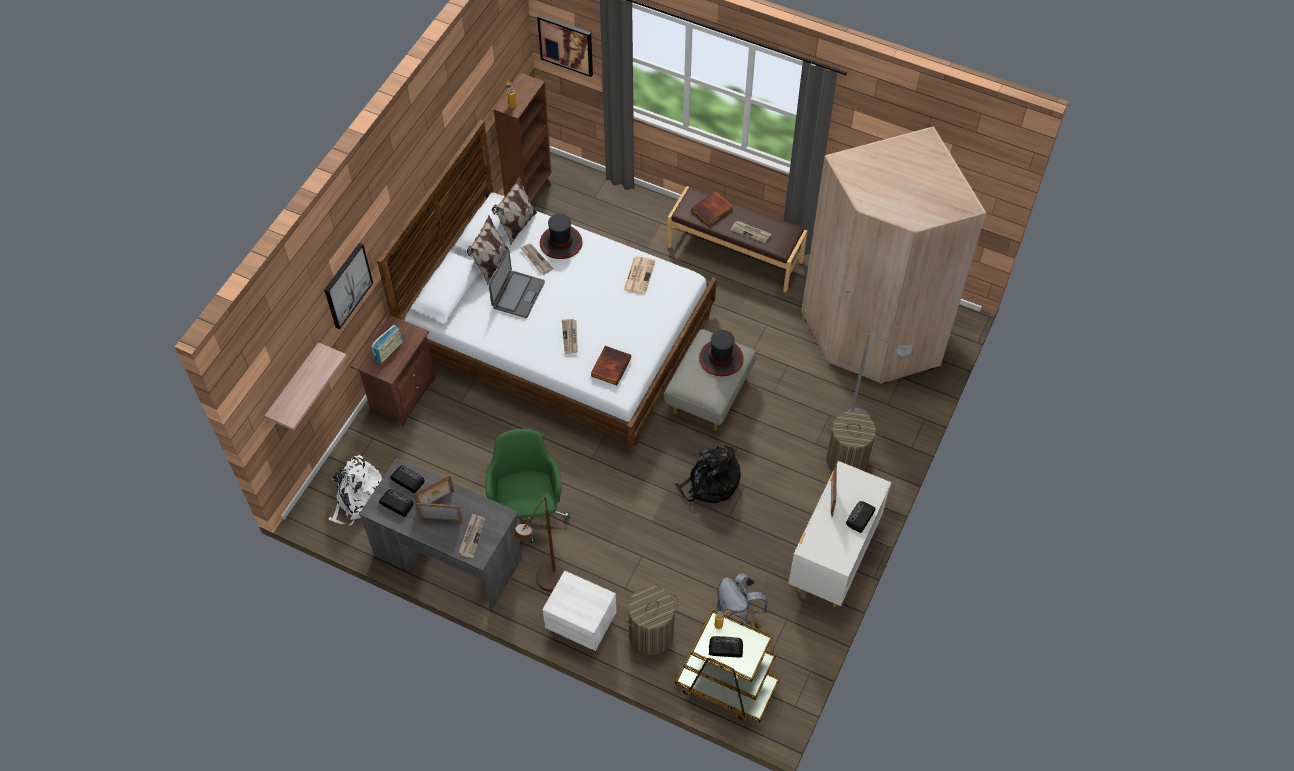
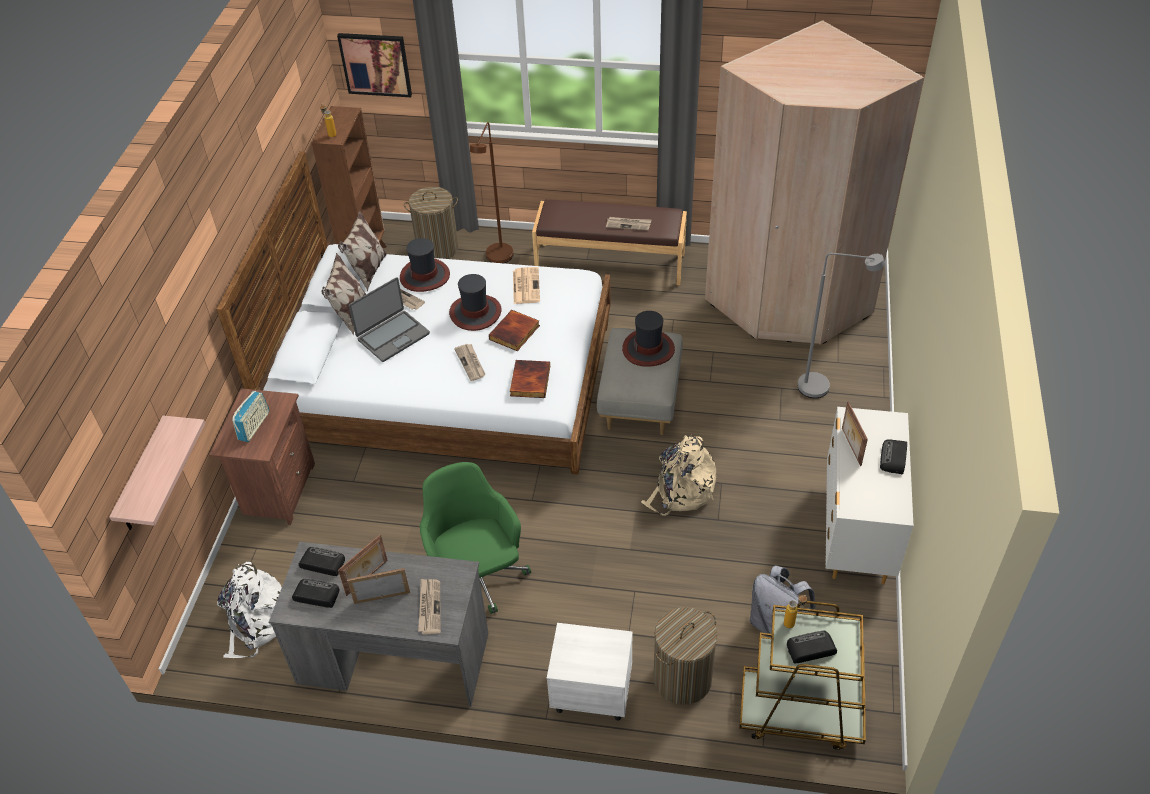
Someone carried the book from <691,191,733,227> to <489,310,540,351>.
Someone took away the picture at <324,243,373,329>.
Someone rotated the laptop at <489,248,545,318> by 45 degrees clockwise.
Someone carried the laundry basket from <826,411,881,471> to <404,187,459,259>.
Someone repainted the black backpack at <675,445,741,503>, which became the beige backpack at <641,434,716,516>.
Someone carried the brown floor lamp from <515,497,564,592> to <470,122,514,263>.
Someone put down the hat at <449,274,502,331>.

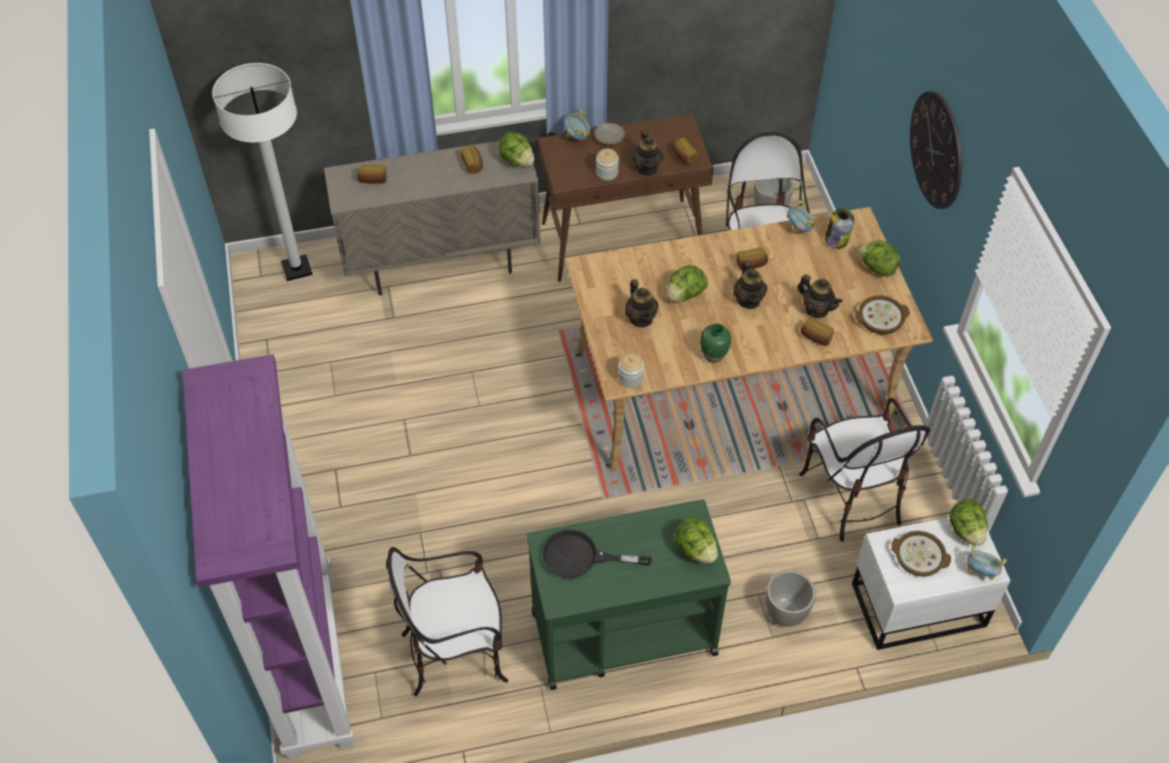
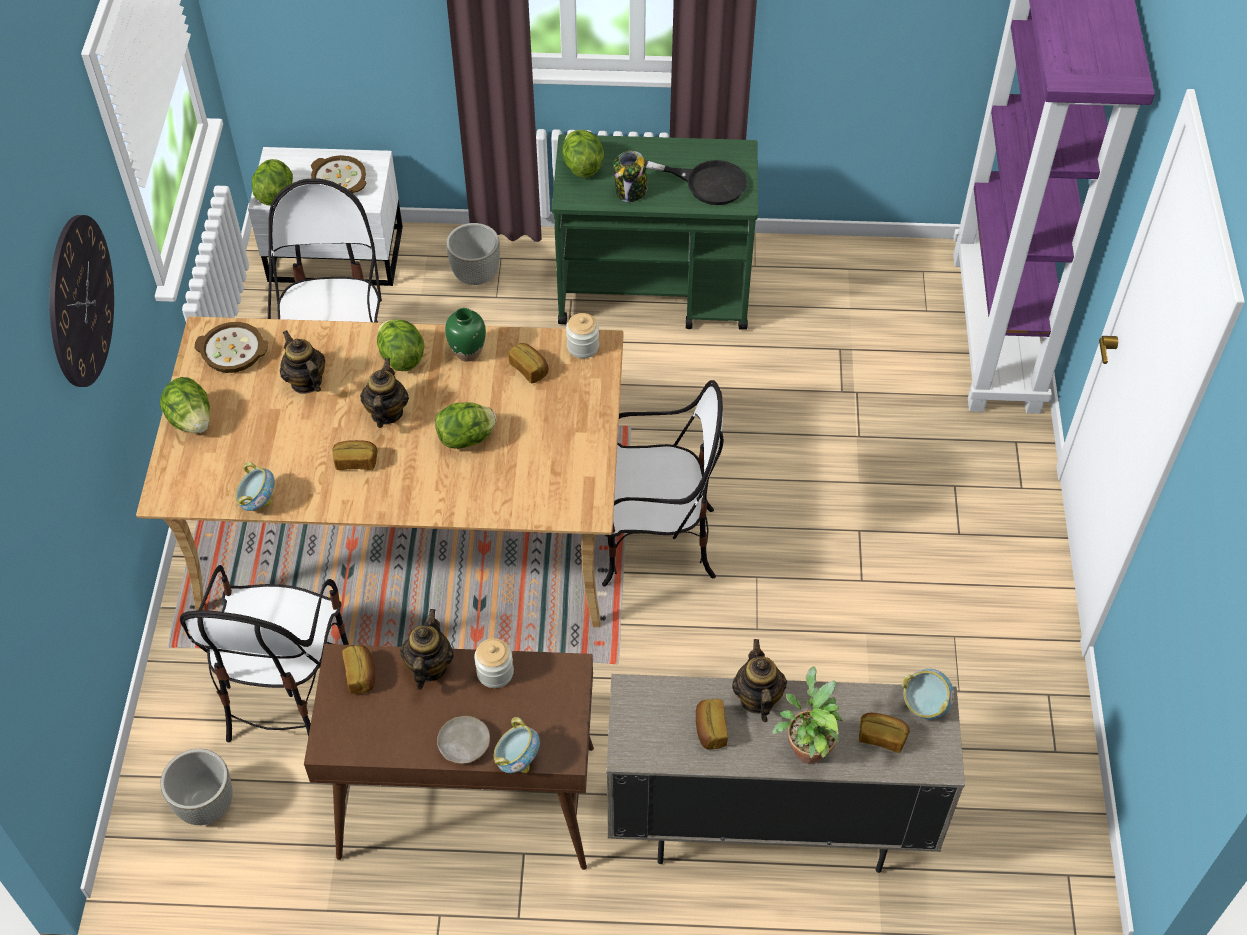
Someone took away the white floor lamp at <212,63,313,281>.
Someone carried the lettuce from <498,132,535,167> to <377,319,424,371>.
Someone carried the jar from <825,209,854,249> to <613,151,647,202>.
Someone carried the teapot from <625,279,659,327> to <732,639,787,722>.
Someone carried the bread from <801,317,834,346> to <508,343,549,383>.
Someone carried the bowl from <967,545,1007,580> to <901,669,954,720>.
Someone carried the chair from <386,547,508,696> to <602,380,724,586>.
Someone put down the potted plant at <772,666,843,764>.

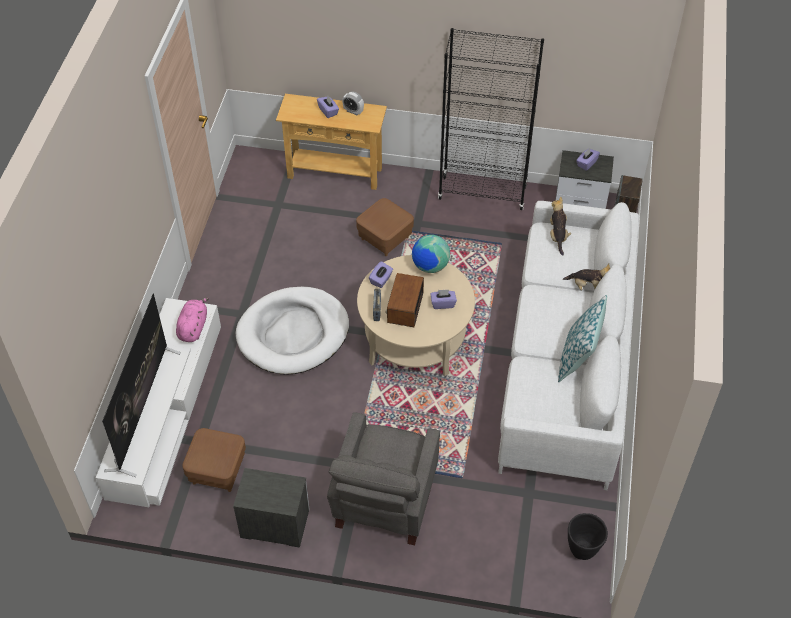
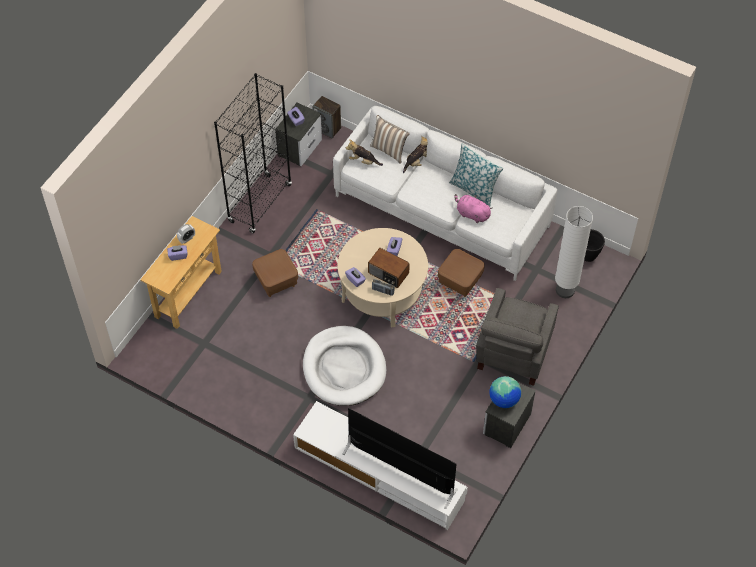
Someone carried the globe from <412,235,450,273> to <489,376,521,408>.
Someone carried the pink plush toy from <176,297,209,342> to <455,194,493,223>.
Someone rotated the grey armchair at <327,412,440,545> by 75 degrees clockwise.
Someone carried the brown ottoman from <182,428,246,492> to <438,249,485,297>.
Someone put down the pillow at <370,115,410,164>.
Someone put down the white floor lamp at <555,206,593,298>.

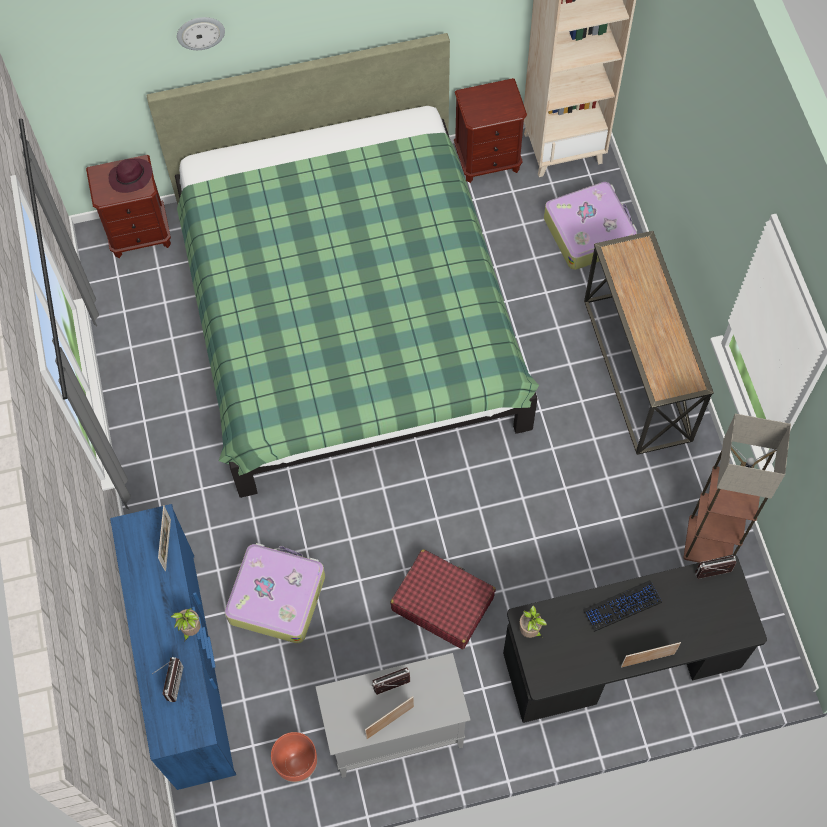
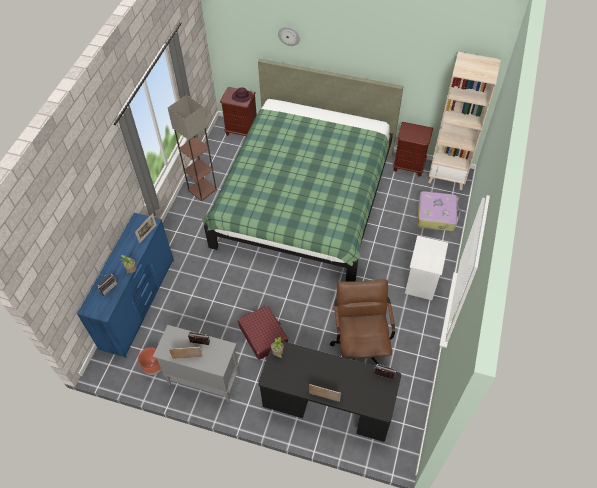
Someone swapped the console table at <584,231,714,455> for the white nightstand at <405,236,448,300>.
Someone carried the floor lamp from <683,413,791,563> to <168,95,217,201>.
Someone took away the suitcase at <225,543,325,644>.
Someone took away the keyboard at <583,580,662,632>.
Someone put down the brown office chair at <330,279,395,364>.

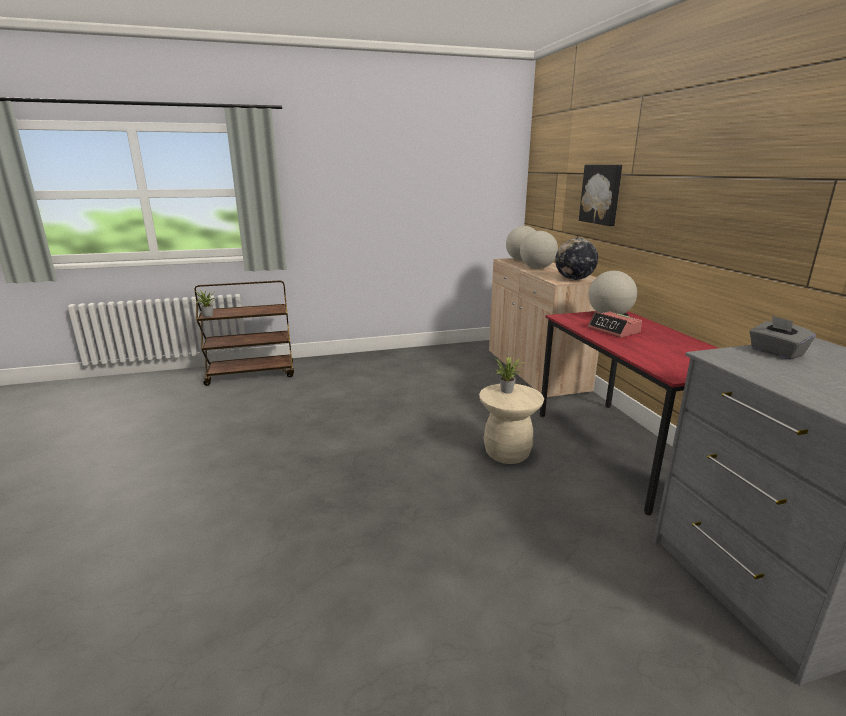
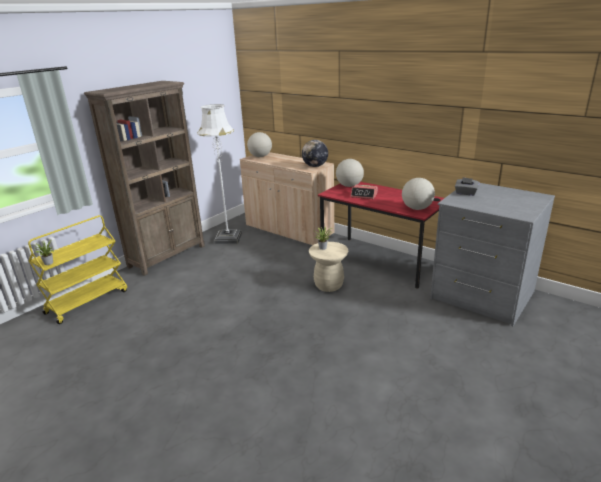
Someone took away the picture at <579,165,622,226>.
Someone carried the globe from <520,231,558,269> to <402,178,435,210>.
Someone repainted the brown cart at <195,280,294,386>, which became the yellow cart at <28,215,127,324>.
Someone put down the brown bookcase at <84,81,205,276>.
Someone put down the white floor lamp at <197,104,242,244>.

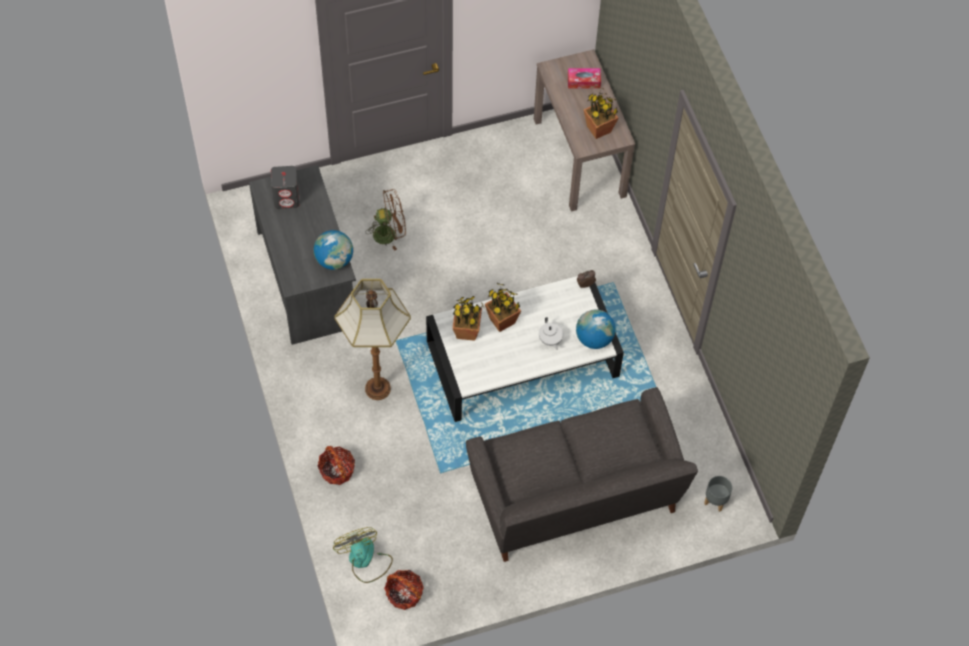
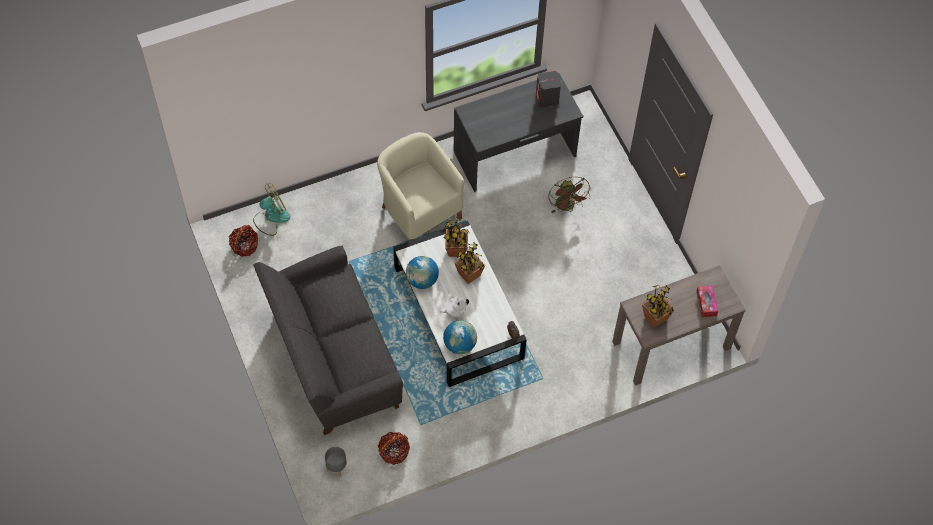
Someone carried the globe from <314,230,353,270> to <406,256,439,289>.
Someone swapped the floor lamp at <334,279,411,400> for the beige armchair at <377,132,464,241>.
Someone carried the basket from <317,446,355,485> to <378,432,410,465>.

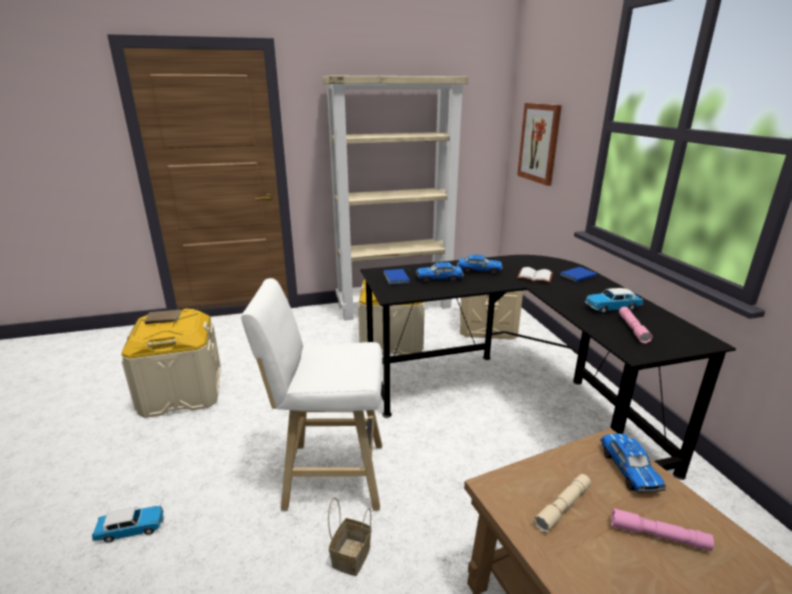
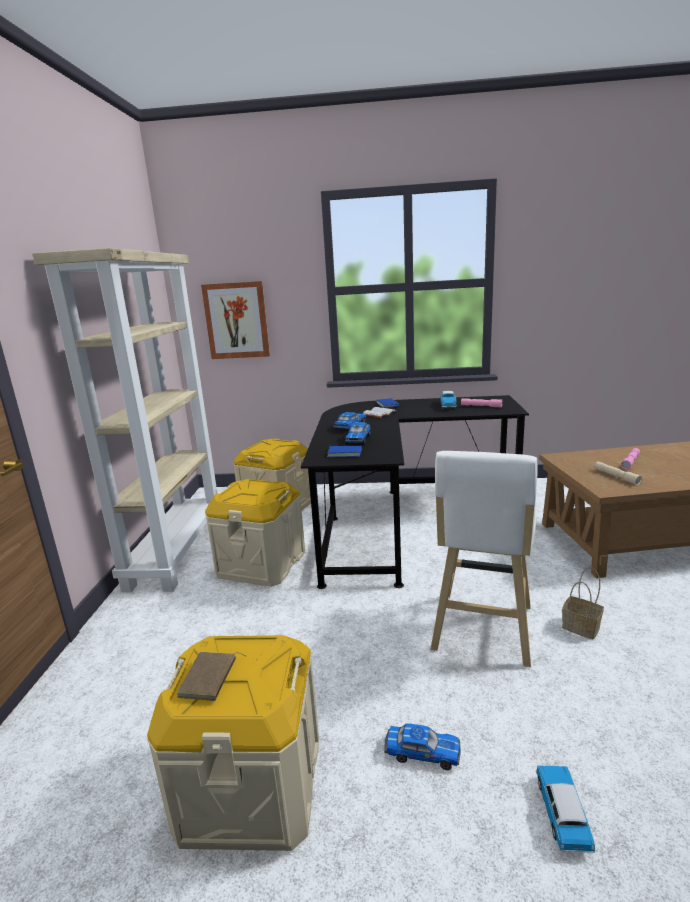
Someone carried the toy car from <600,434,666,492> to <384,723,461,770>.

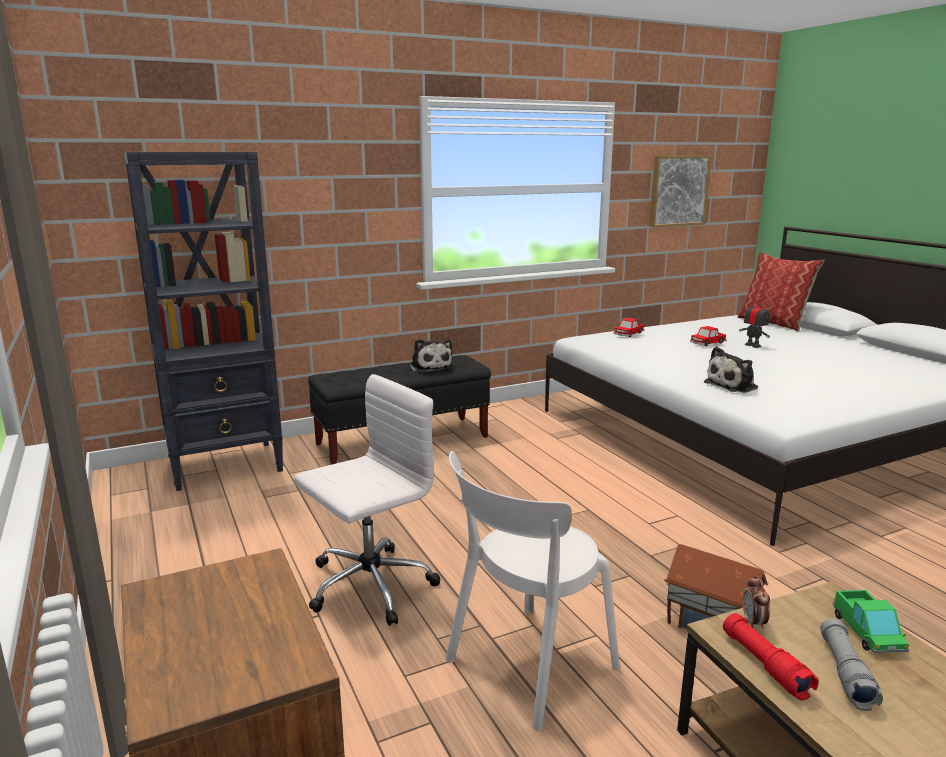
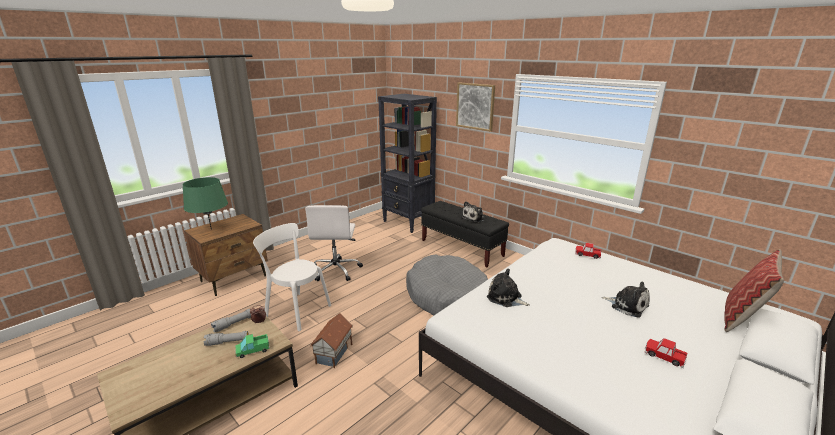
Someone carried the picture from <650,155,712,227> to <456,82,495,132>.
Someone swapped the toy robot at <739,299,770,348> for the plush toy at <601,282,650,318>.
Someone carried the toy car from <690,326,727,346> to <645,338,687,368>.
Someone rotated the white office chair at <294,374,440,626> by 60 degrees clockwise.
Someone repainted the red flashlight at <723,613,819,700>, which became the grey flashlight at <211,309,251,333>.
Someone put down the green table lamp at <182,177,228,230>.
Someone put down the grey dog bed at <406,255,488,316>.

